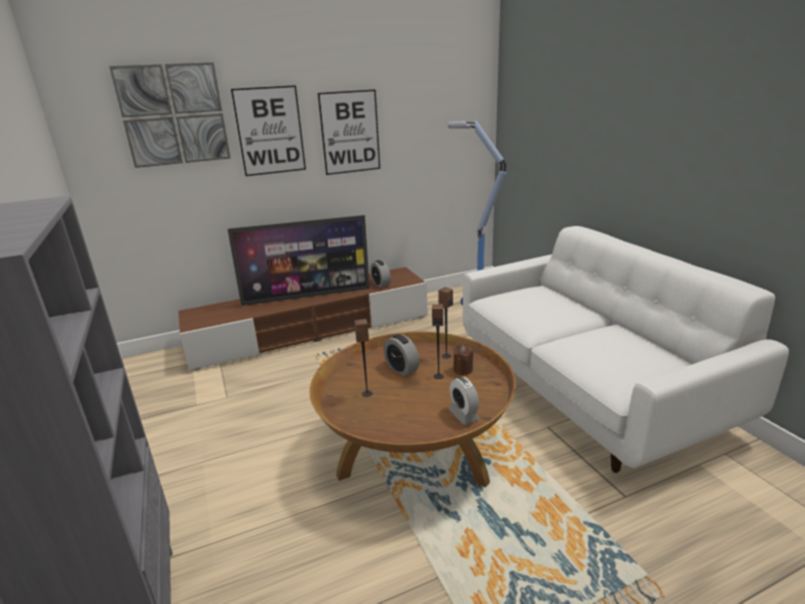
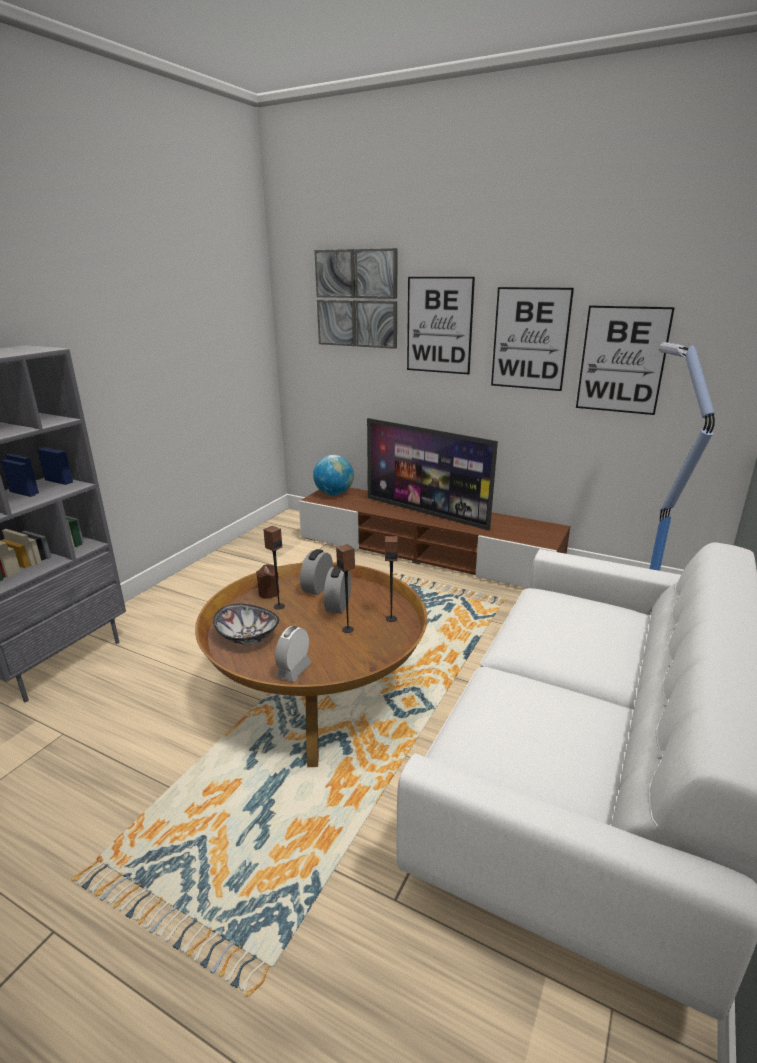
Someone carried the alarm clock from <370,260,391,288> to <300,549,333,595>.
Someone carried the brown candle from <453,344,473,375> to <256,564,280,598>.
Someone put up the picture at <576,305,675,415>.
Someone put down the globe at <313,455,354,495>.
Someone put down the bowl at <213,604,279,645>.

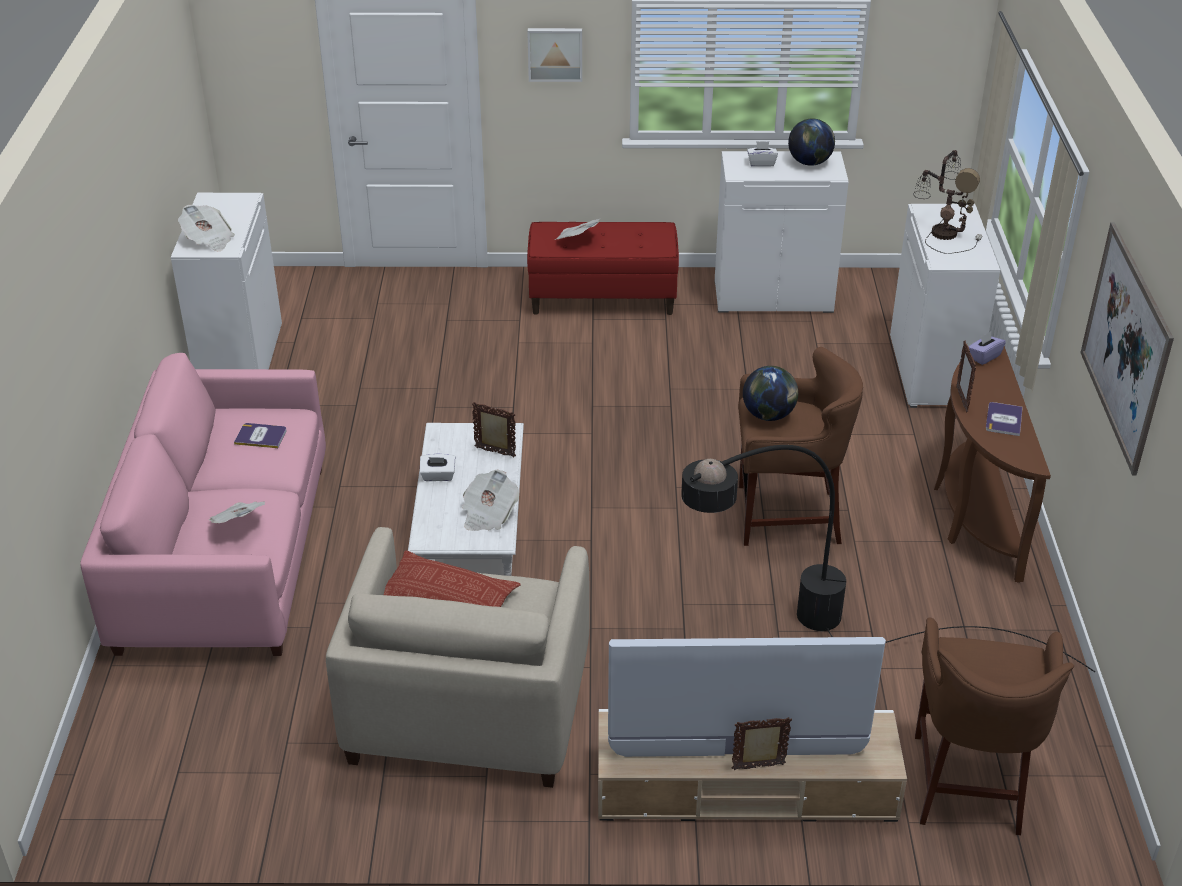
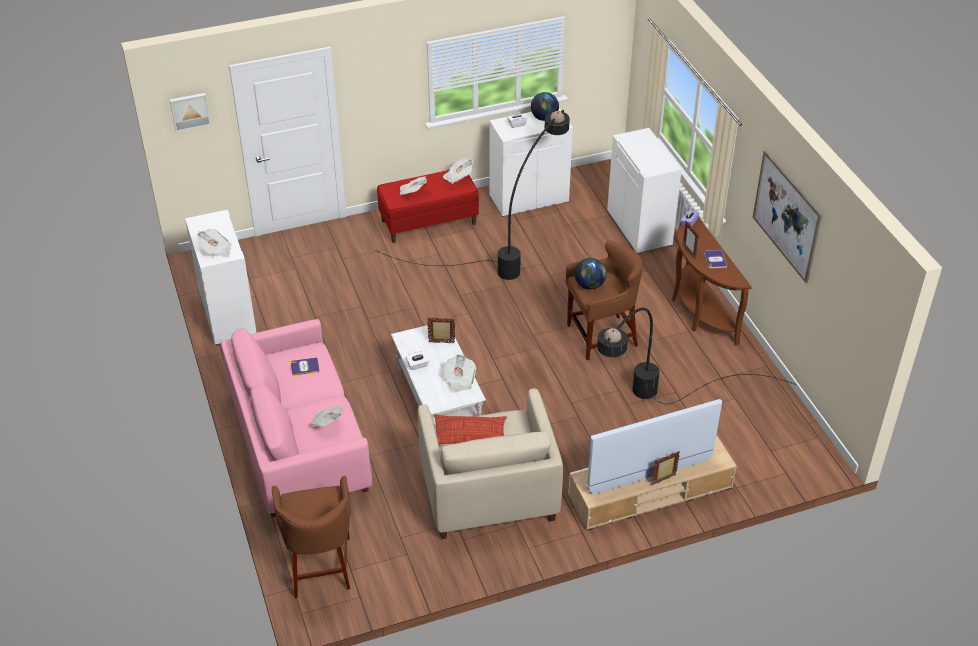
Someone carried the picture from <527,28,582,82> to <170,93,211,132>.
Someone took away the table lamp at <914,150,982,254>.
Someone carried the brown stool from <915,618,1074,835> to <272,476,350,599>.
Someone put down the black floor lamp at <374,110,570,280>.
Someone put down the newspaper at <443,158,473,184>.

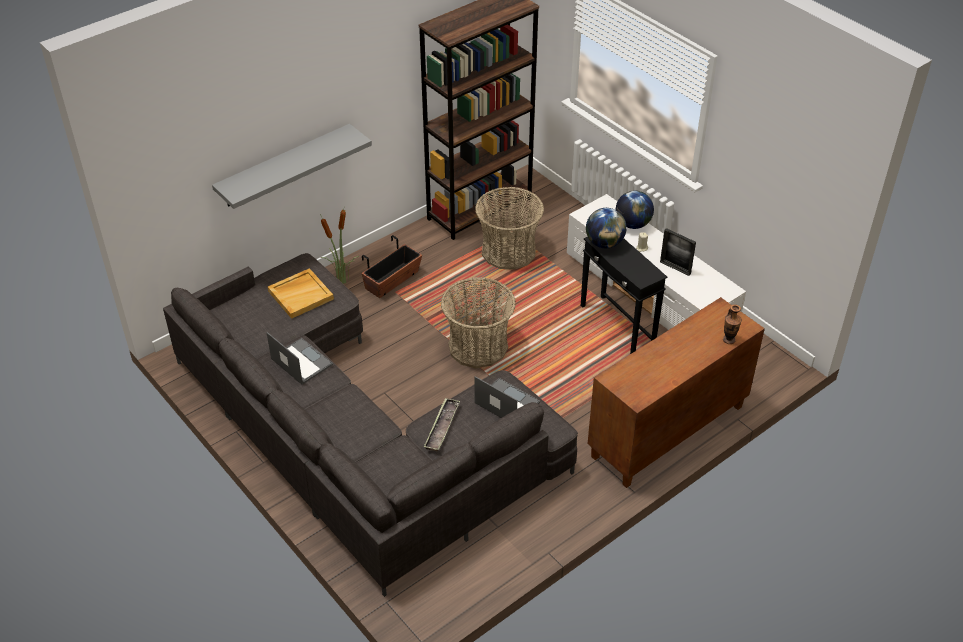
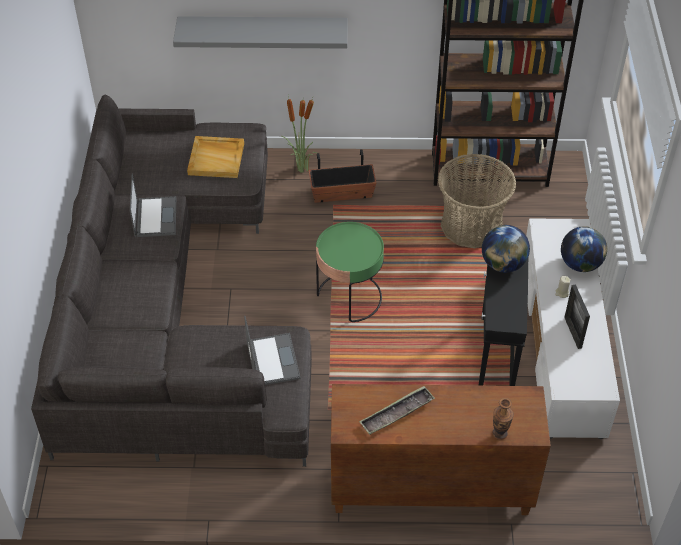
Someone swapped the basket at <441,277,516,368> for the green side table at <316,222,384,322>.
Someone carried the tray from <424,398,460,451> to <359,386,435,435>.

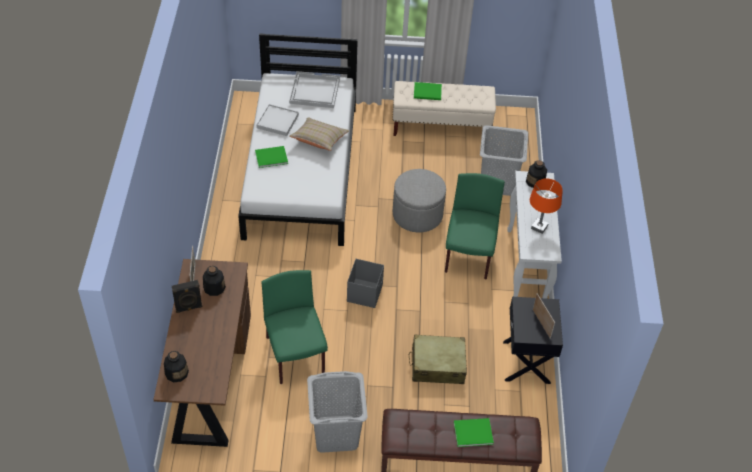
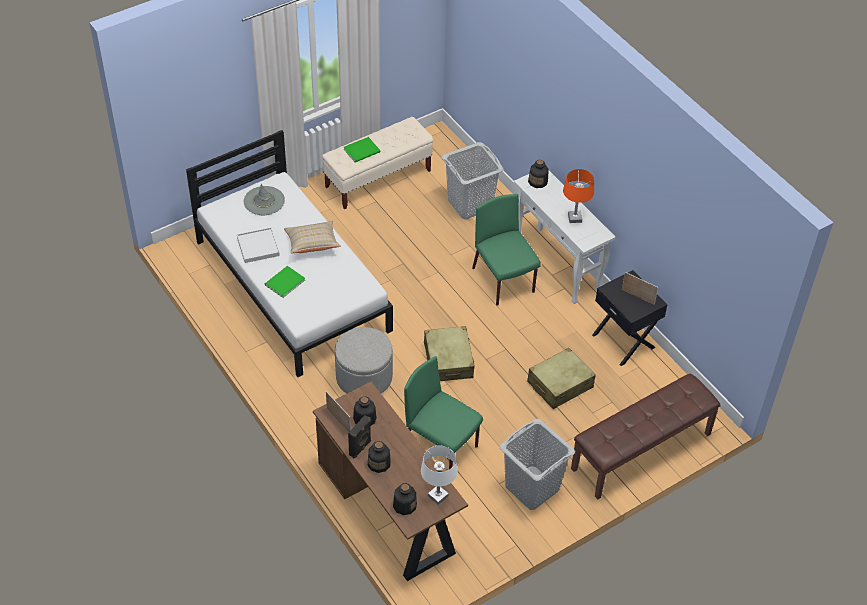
Someone swapped the white tray at <289,71,340,108> for the grey hat at <244,184,285,215>.
Someone carried the grey ottoman from <393,169,446,232> to <335,327,393,394>.
Someone swapped the grey storage box at <347,259,384,308> for the beige suitcase at <424,326,474,381>.
Someone took away the green book at <454,418,494,447>.
Someone put down the bottle at <368,441,391,473>.
Someone put down the white table lamp at <421,445,458,505>.

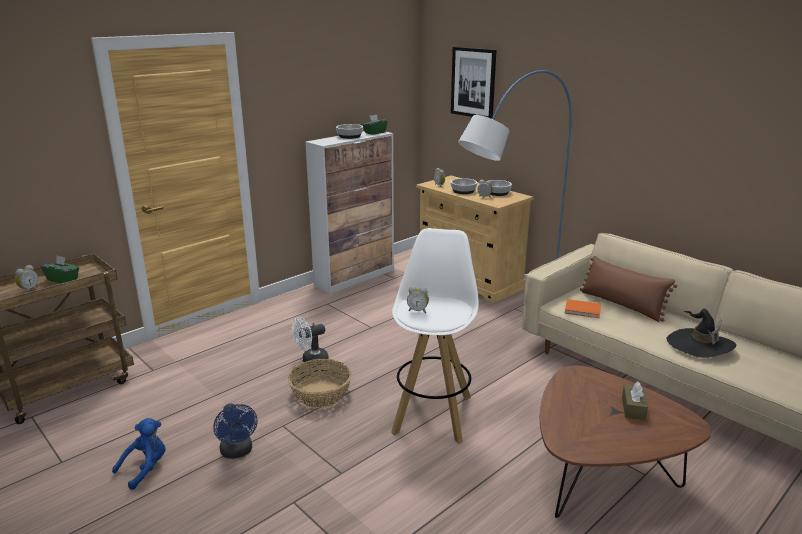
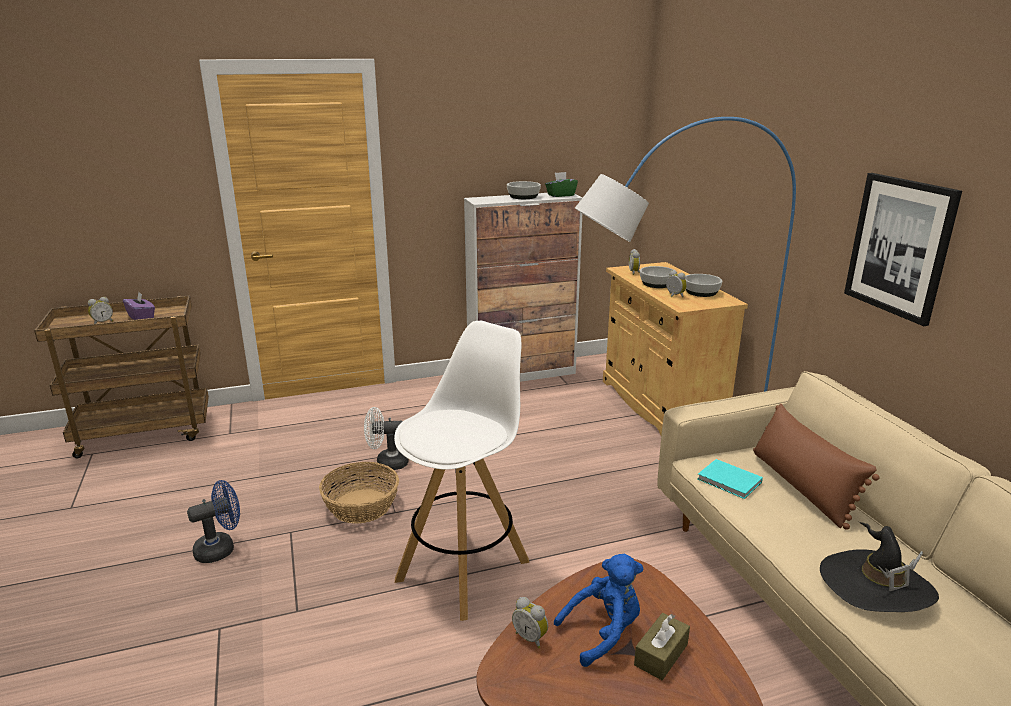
Someone carried the picture from <451,47,497,119> to <844,173,962,326>.
Someone repainted the green tissue box at <41,256,79,283>, which became the purple tissue box at <123,292,155,320>.
Someone carried the alarm clock from <407,286,429,314> to <512,597,548,648>.
Someone repainted the orange book at <564,299,601,318>, which became the turquoise book at <697,459,763,499>.
Someone rotated the blue fan at <213,403,257,459> by 120 degrees counterclockwise.
Someone carried the blue plush toy from <112,418,165,490> to <554,554,643,667>.

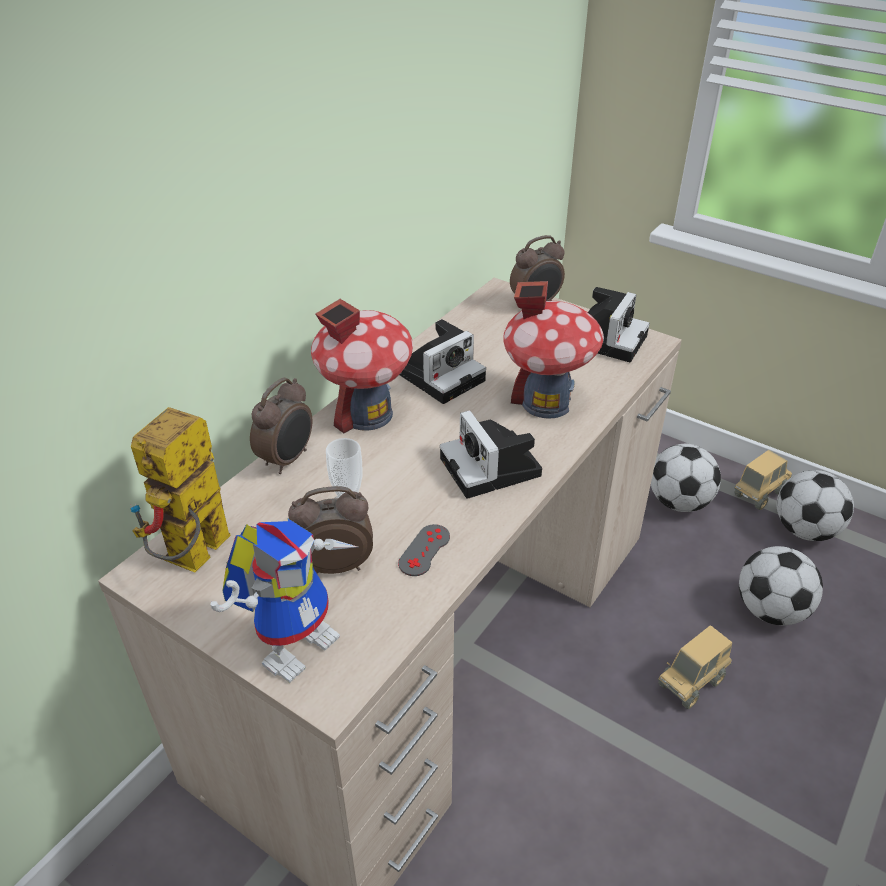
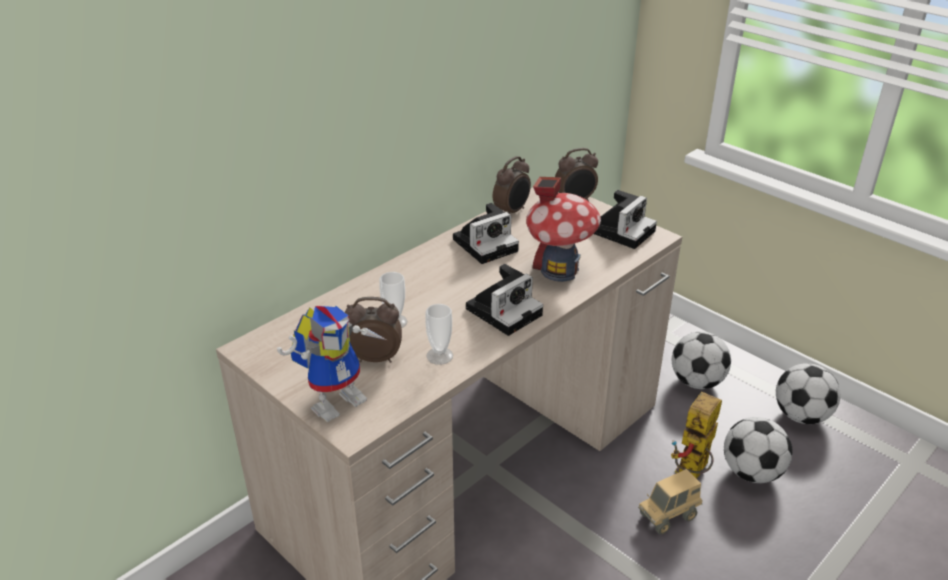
Someone took away the toy house at <311,299,413,433>.
Someone carried the alarm clock from <250,377,312,474> to <493,156,531,214>.
Someone carried the toy robot from <130,407,231,572> to <671,392,722,479>.
Someone rotated the photo camera at <440,410,542,499> by 120 degrees counterclockwise.
Someone took away the toy truck at <734,450,792,510>.
Someone swapped the grey game controller at <398,524,450,576> for the cup at <426,304,453,365>.

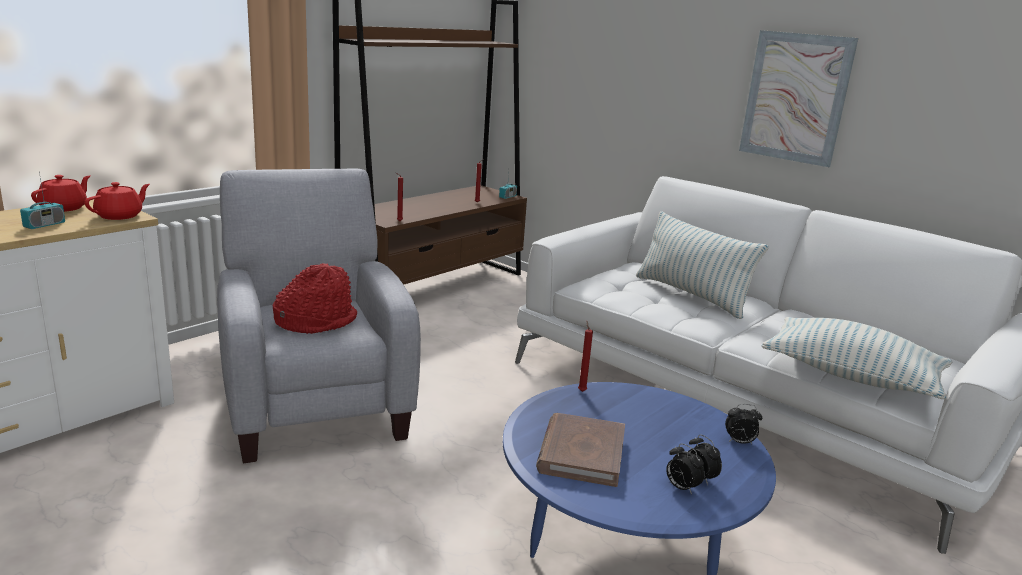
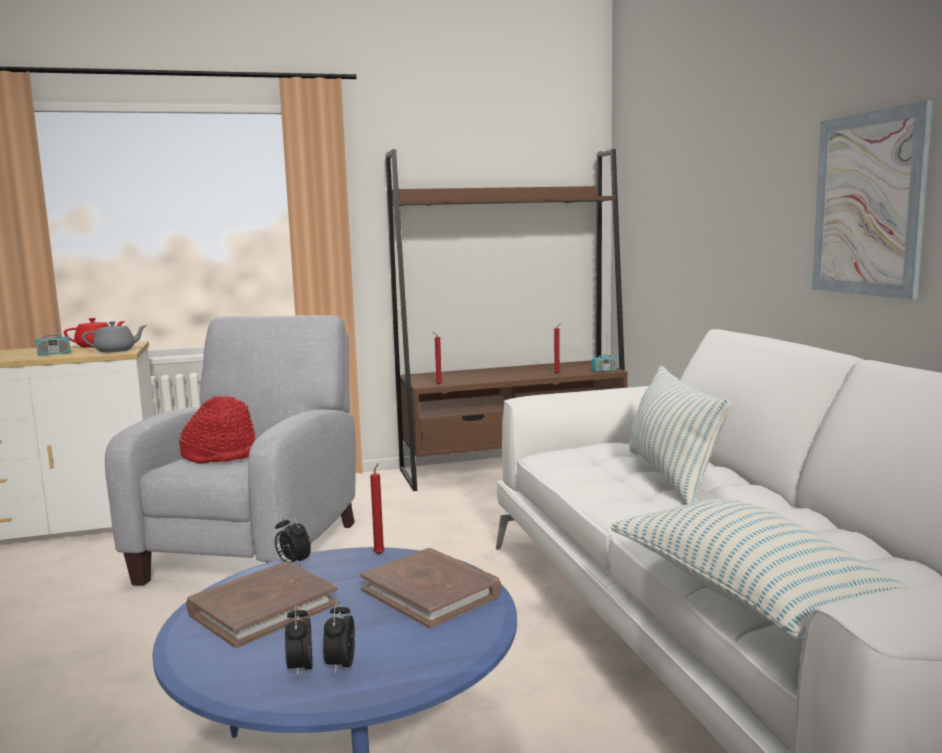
Someone repainted the red teapot at <84,182,150,220>, which became the grey teapot at <82,321,147,353>.
Someone carried the alarm clock from <725,404,762,444> to <275,515,311,567>.
Someone put down the brown book at <360,548,501,629>.

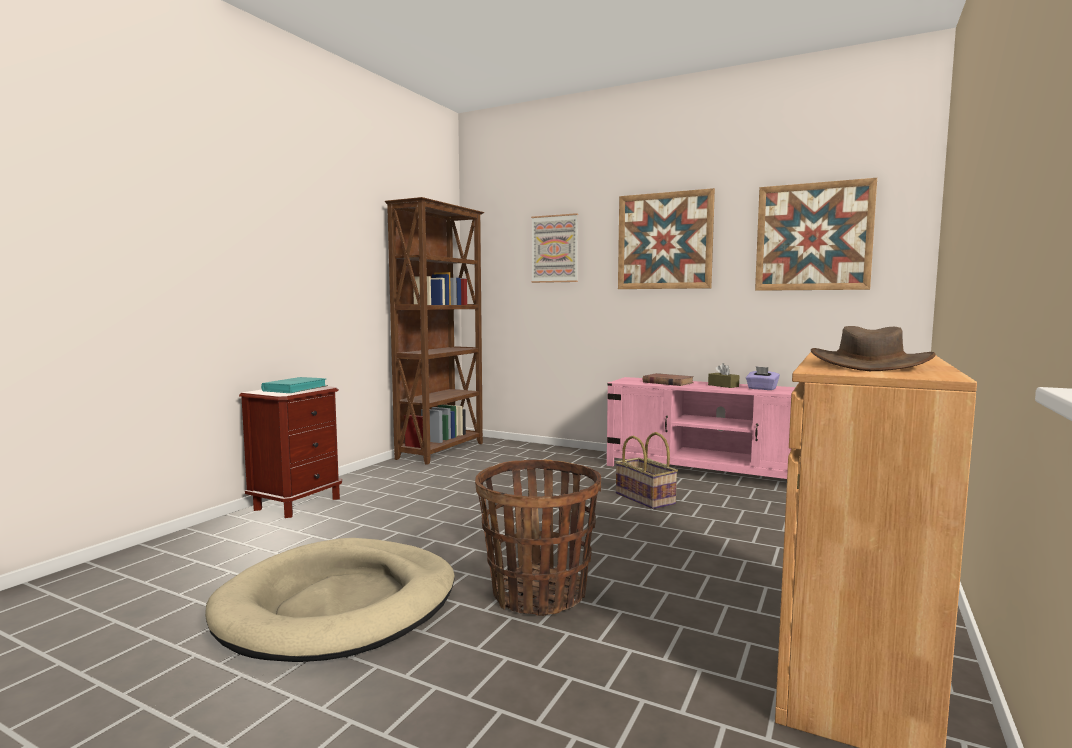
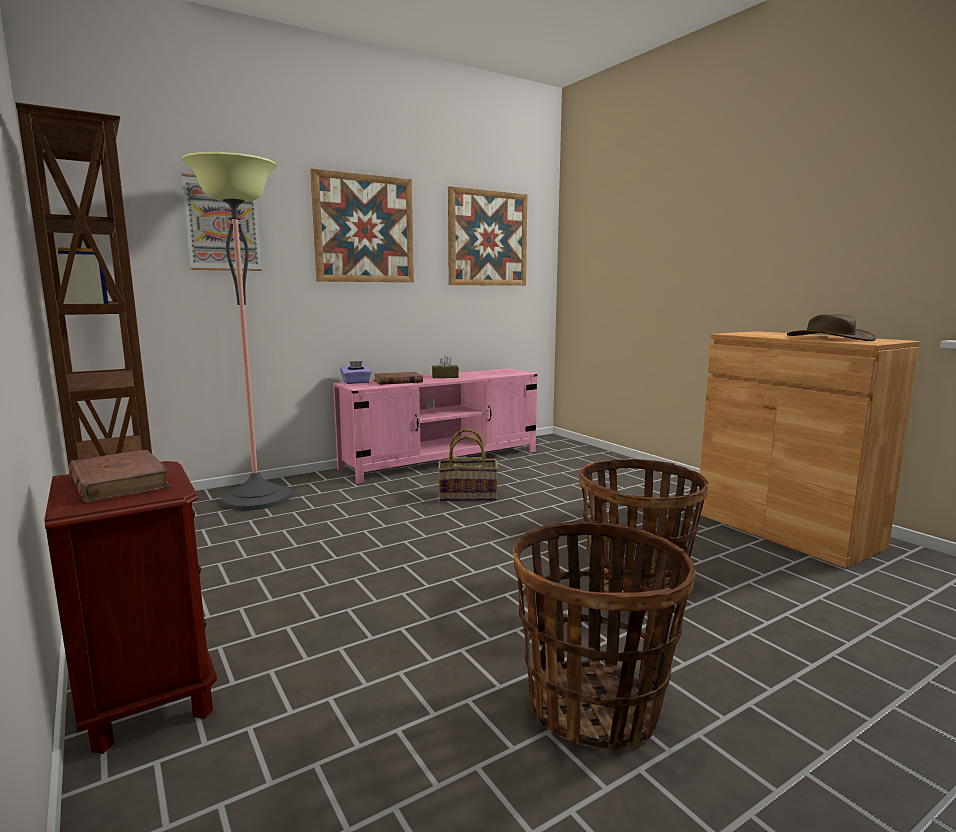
Someone carried the purple tissue box from <746,366,780,390> to <340,361,372,384>.
Someone repainted the turquoise book at <261,377,328,393>, which became the brown book at <69,450,171,503>.
Someone swapped the beige dog bed at <205,538,454,662> for the basket at <513,521,696,751>.
Someone put down the floor lamp at <181,152,291,511>.

